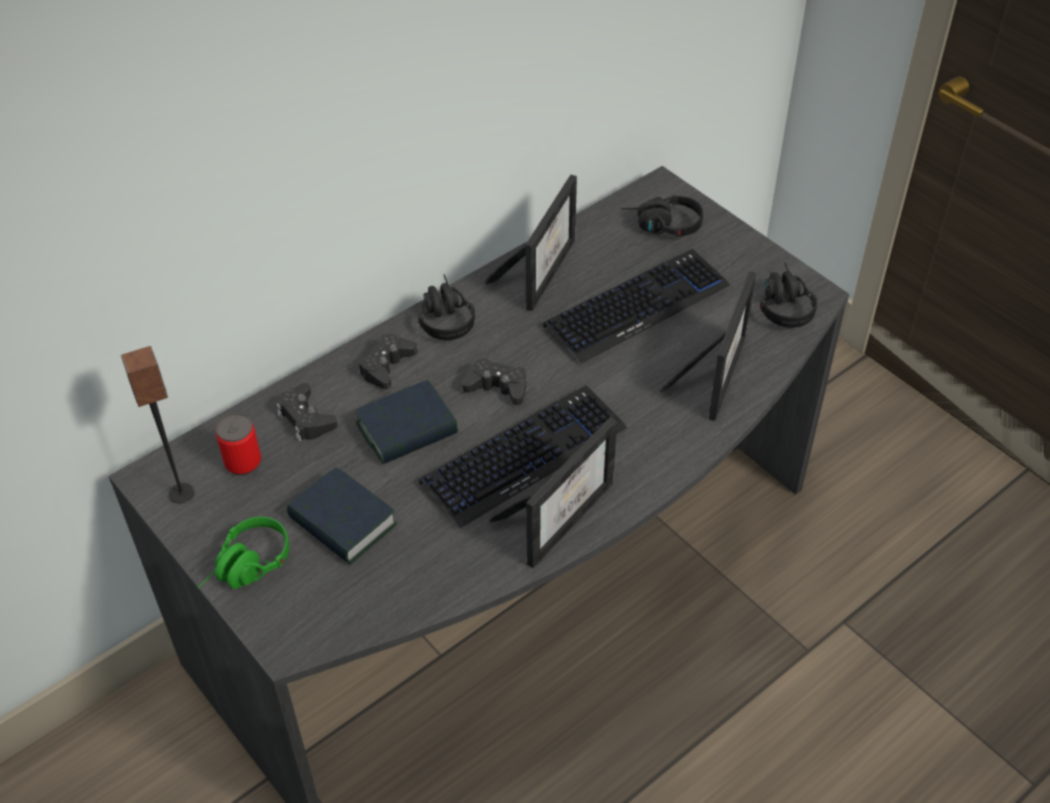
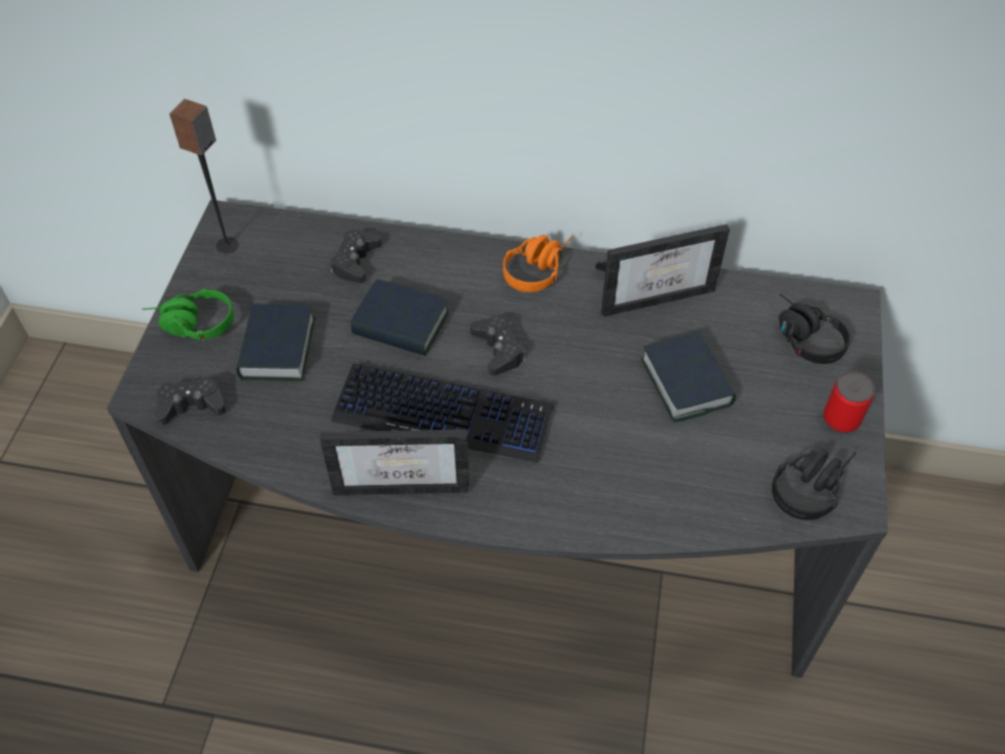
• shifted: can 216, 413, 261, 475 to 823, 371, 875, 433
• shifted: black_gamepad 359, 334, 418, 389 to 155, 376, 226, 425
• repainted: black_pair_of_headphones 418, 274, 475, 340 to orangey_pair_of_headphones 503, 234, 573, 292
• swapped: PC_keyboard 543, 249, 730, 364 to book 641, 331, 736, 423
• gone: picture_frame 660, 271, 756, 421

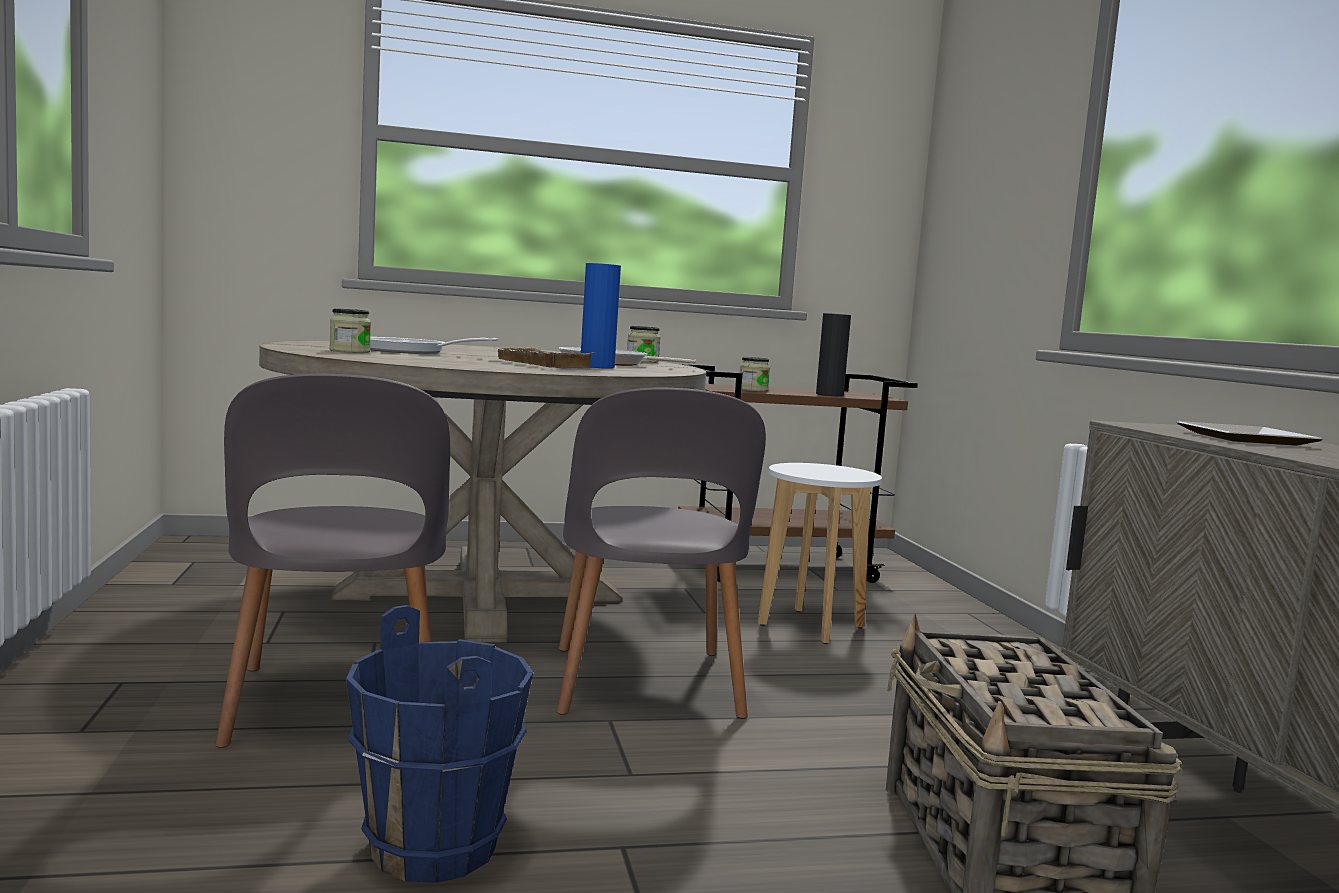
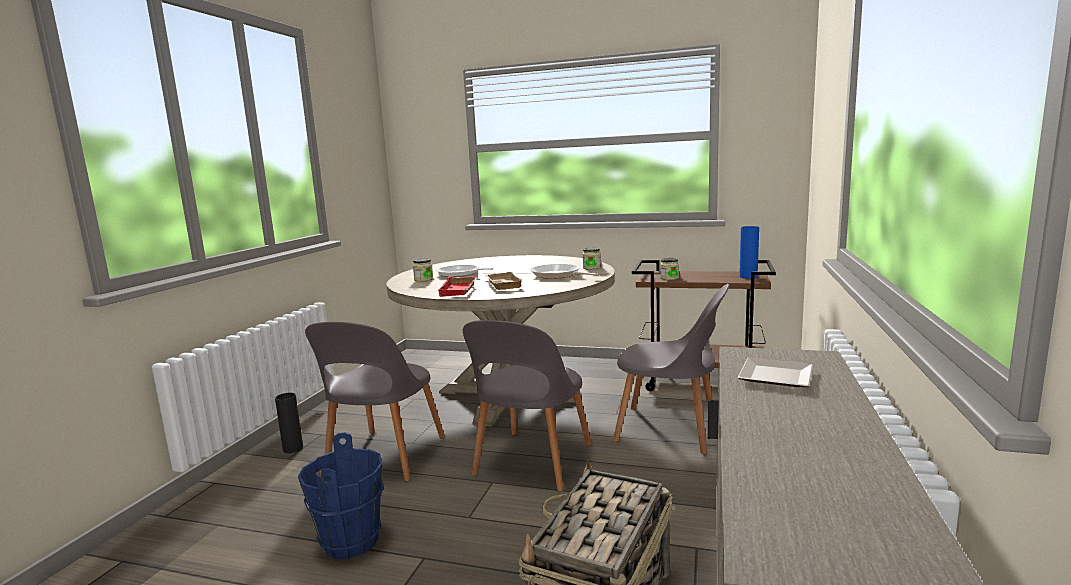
• shifted: blue-coloured_decorative_vase 581, 263, 621, 369 to 739, 226, 759, 279
• swapped: whitish_stool_seat 758, 463, 882, 644 to greyish_chair 613, 284, 730, 454
• shifted: black_decorative_vase 816, 313, 851, 397 to 275, 393, 303, 453
• new: reddish_carrying_tray 438, 276, 477, 297

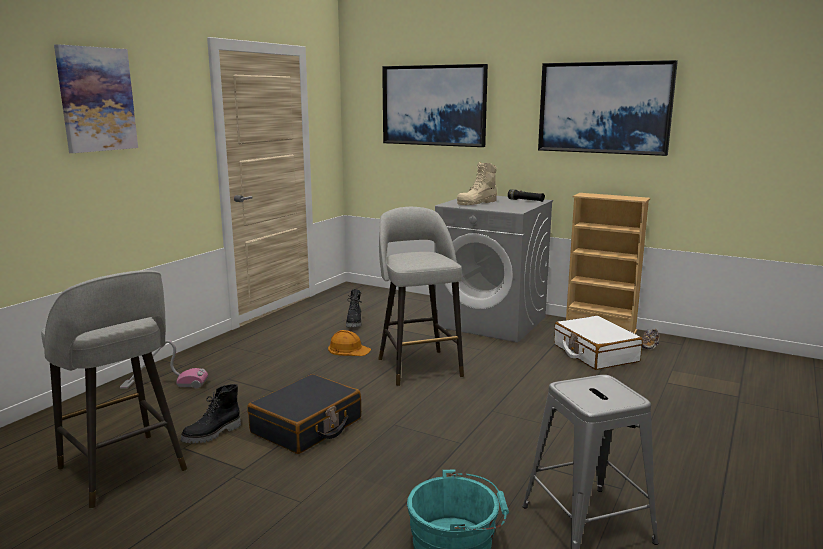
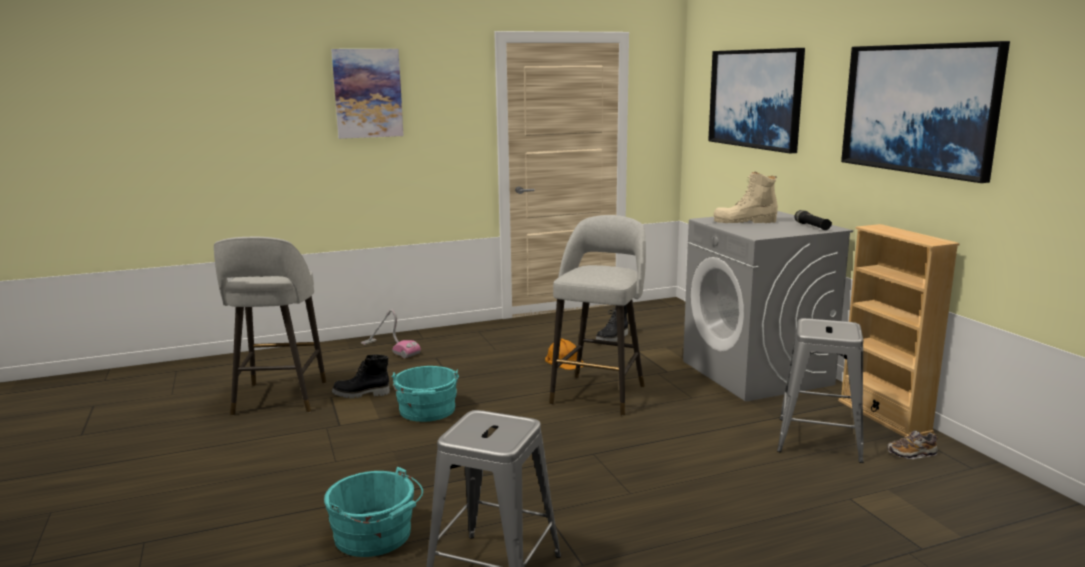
• swapped: black_piece_of_luggage 247, 374, 361, 454 to blue-green_pail 391, 366, 459, 422
• swapped: whitish_piece_of_luggage 554, 316, 643, 370 to greyish_stool_seat 777, 318, 864, 463

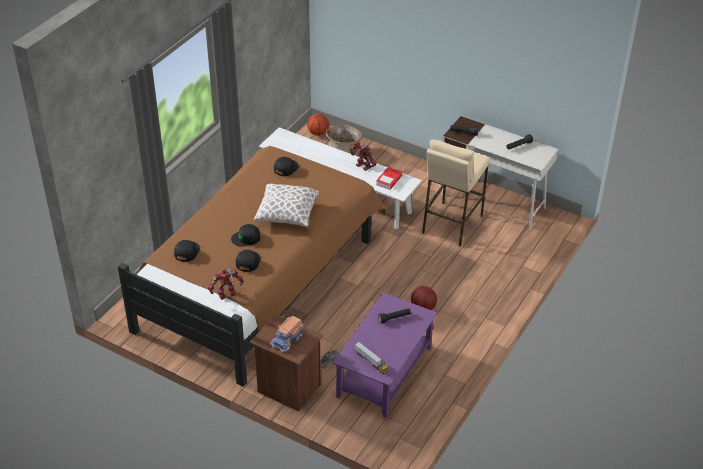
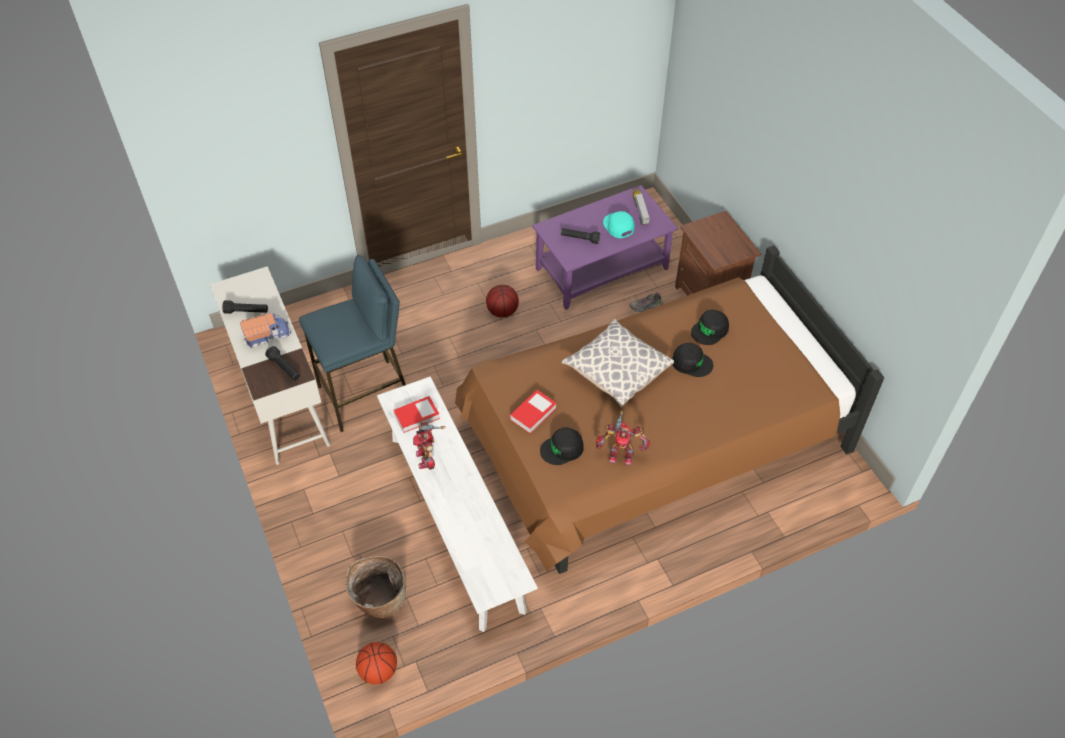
• gone: black_peaked_cap 174, 240, 200, 262
• shifted: robot_figure 208, 267, 243, 300 to 596, 410, 651, 465
• shifted: toy_truck 270, 316, 304, 352 to 240, 313, 291, 348
• repainted: beige_stool_seat 422, 139, 490, 247 to blue-coloured_stool_seat 299, 255, 406, 432
• new: book 510, 390, 557, 434
• new: blue-green_peaked_cap 603, 211, 635, 238

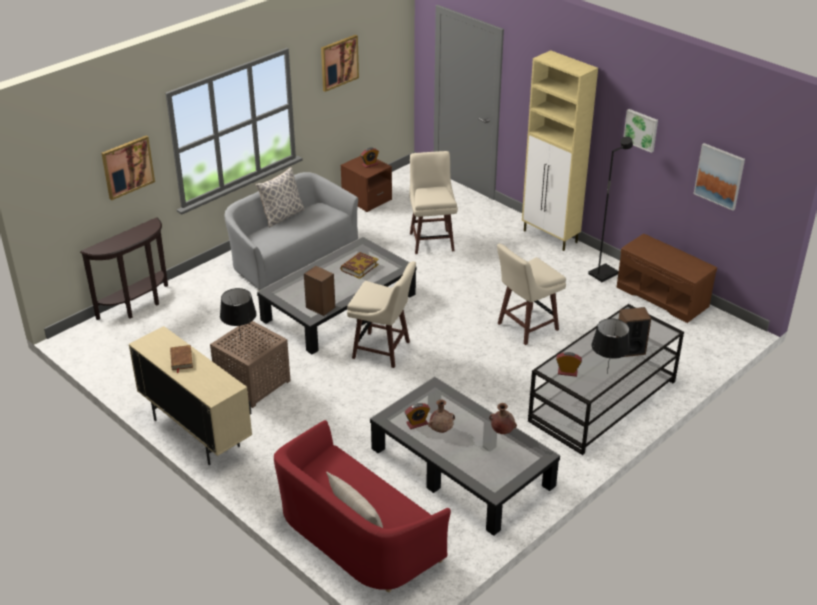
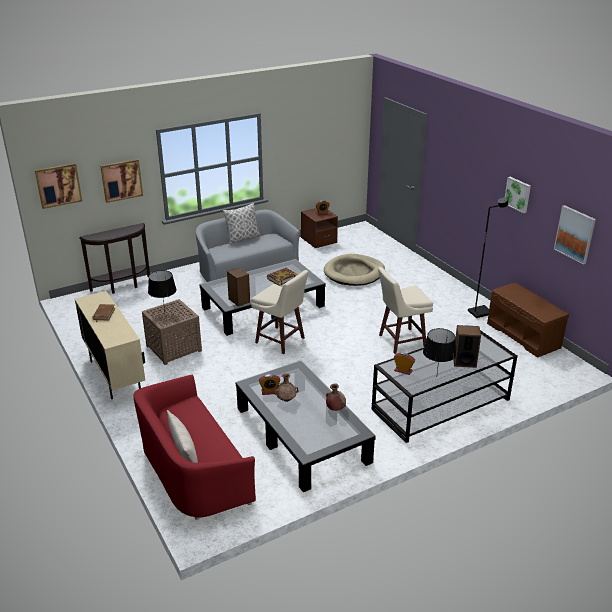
• shifted: picture 321, 35, 359, 92 to 35, 163, 82, 209
• swapped: beige_stool_seat 409, 151, 458, 254 to beige_dog_cushion 324, 254, 385, 286
• gone: beige_storage_cabinet 522, 50, 598, 251

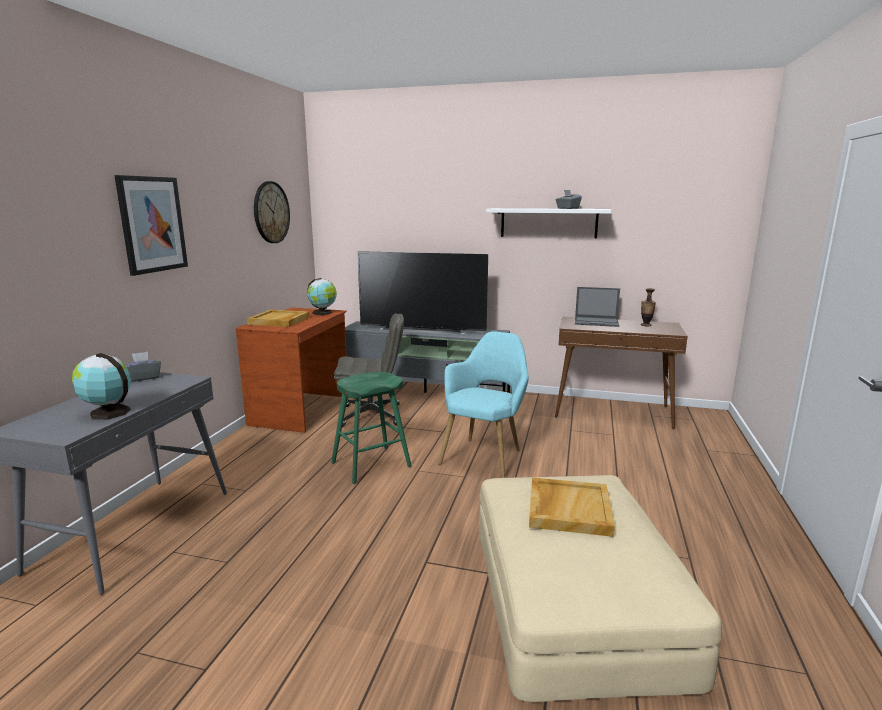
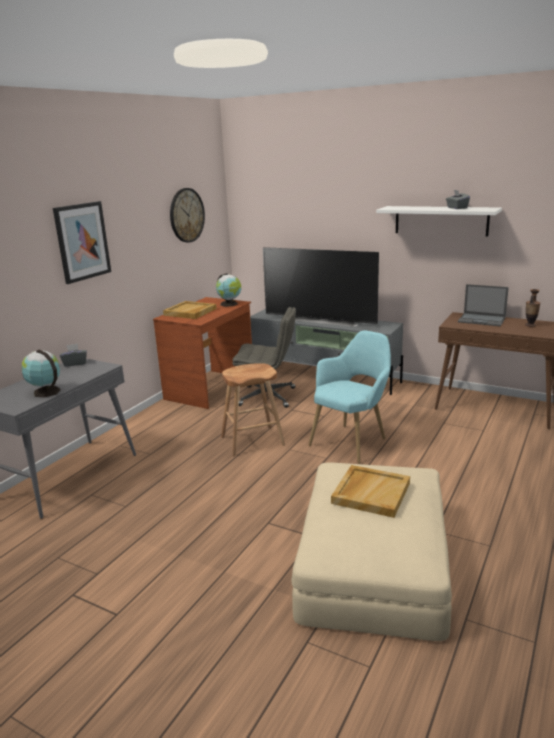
• repainted: green-coloured_stool_seat 331, 372, 412, 484 to brown_stool_seat 221, 363, 285, 456

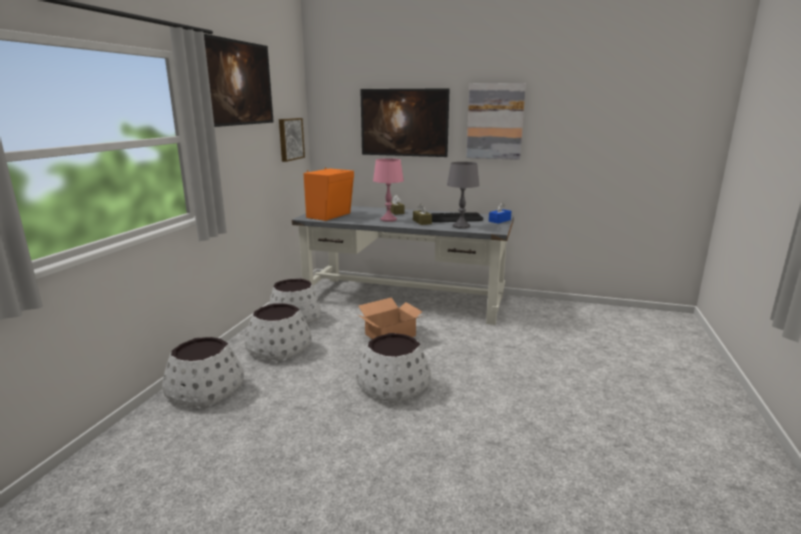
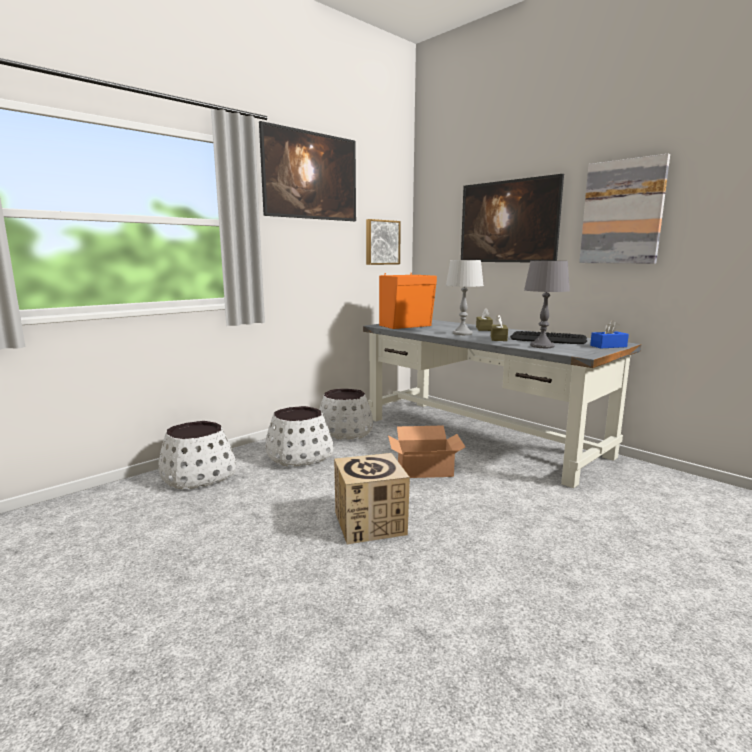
• swapped: whitish_flower_pot 356, 333, 431, 403 to cardboard_box 334, 453, 410, 544
• repainted: pinkish_lamp_for_a_table 373, 158, 404, 222 to greyish_lamp_for_a_table 446, 260, 484, 335

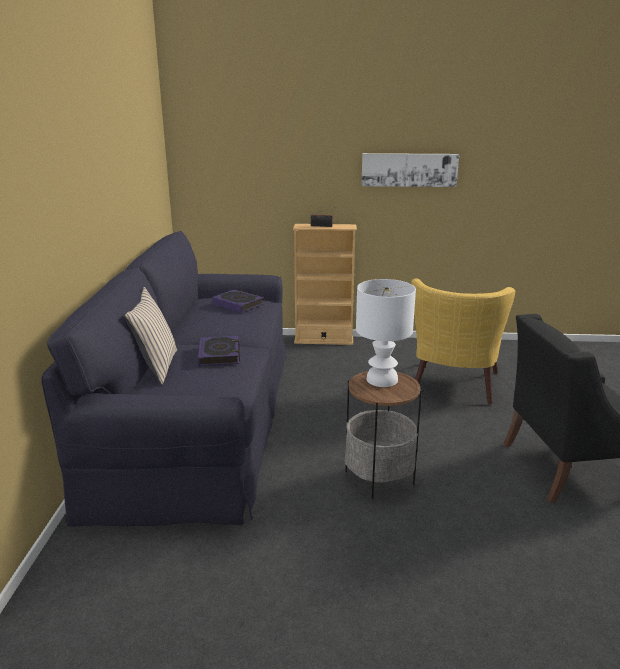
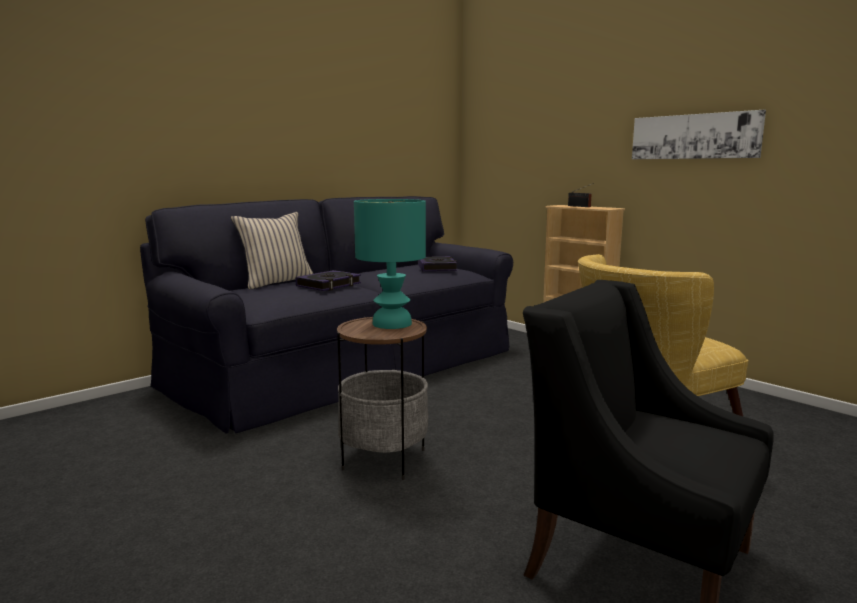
• repainted: whitish_lamp_for_a_table 356, 279, 416, 387 to blue-green_lamp_for_a_table 354, 199, 426, 329

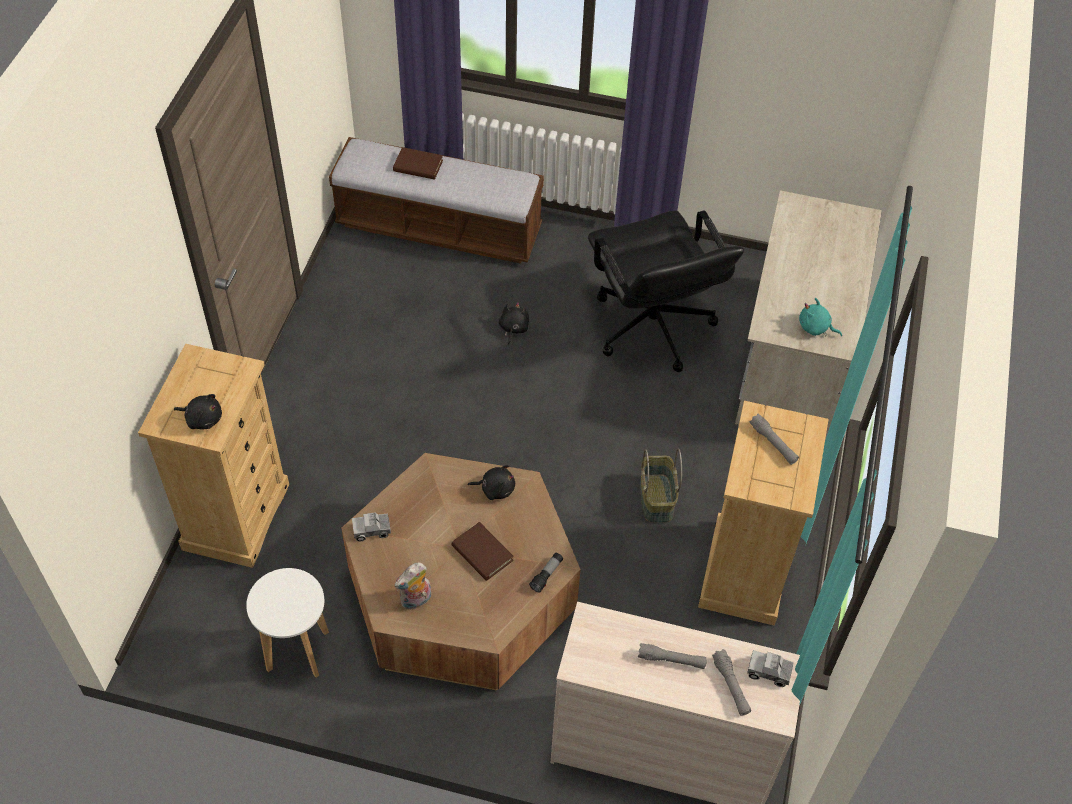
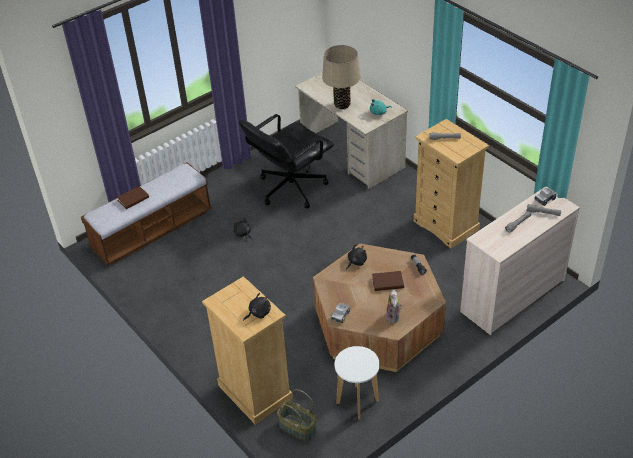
• rotated: black_desk_chair 588, 211, 744, 372 = 239, 114, 334, 209 120 degrees clockwise
• shifted: basket 640, 448, 682, 523 to 277, 389, 317, 442
• new: beige_lamp_for_a_table 322, 45, 361, 109

